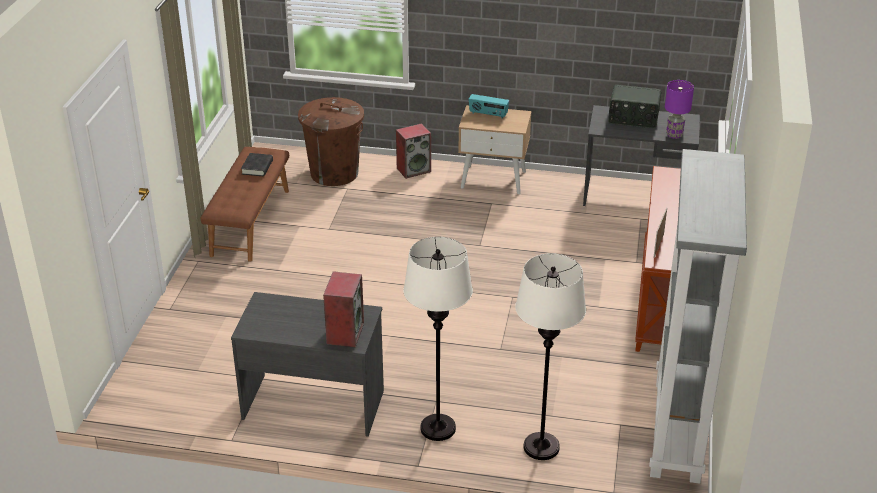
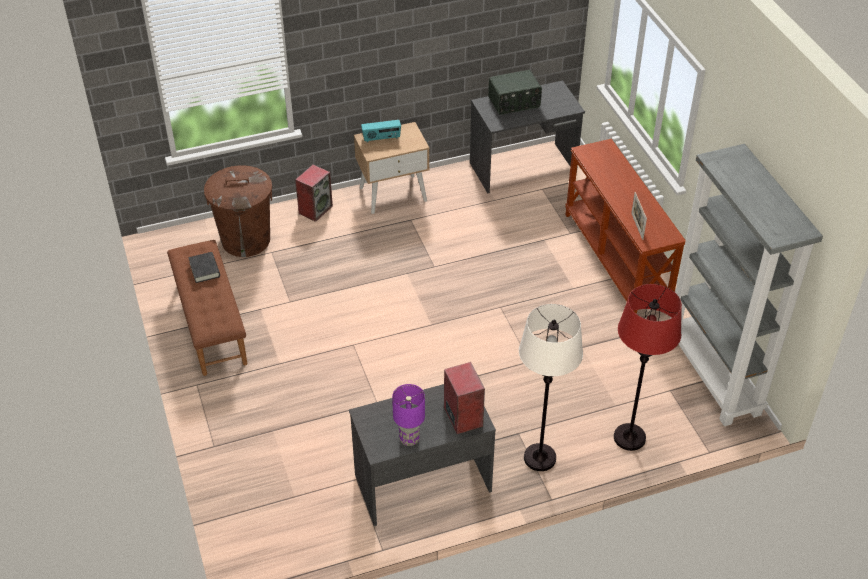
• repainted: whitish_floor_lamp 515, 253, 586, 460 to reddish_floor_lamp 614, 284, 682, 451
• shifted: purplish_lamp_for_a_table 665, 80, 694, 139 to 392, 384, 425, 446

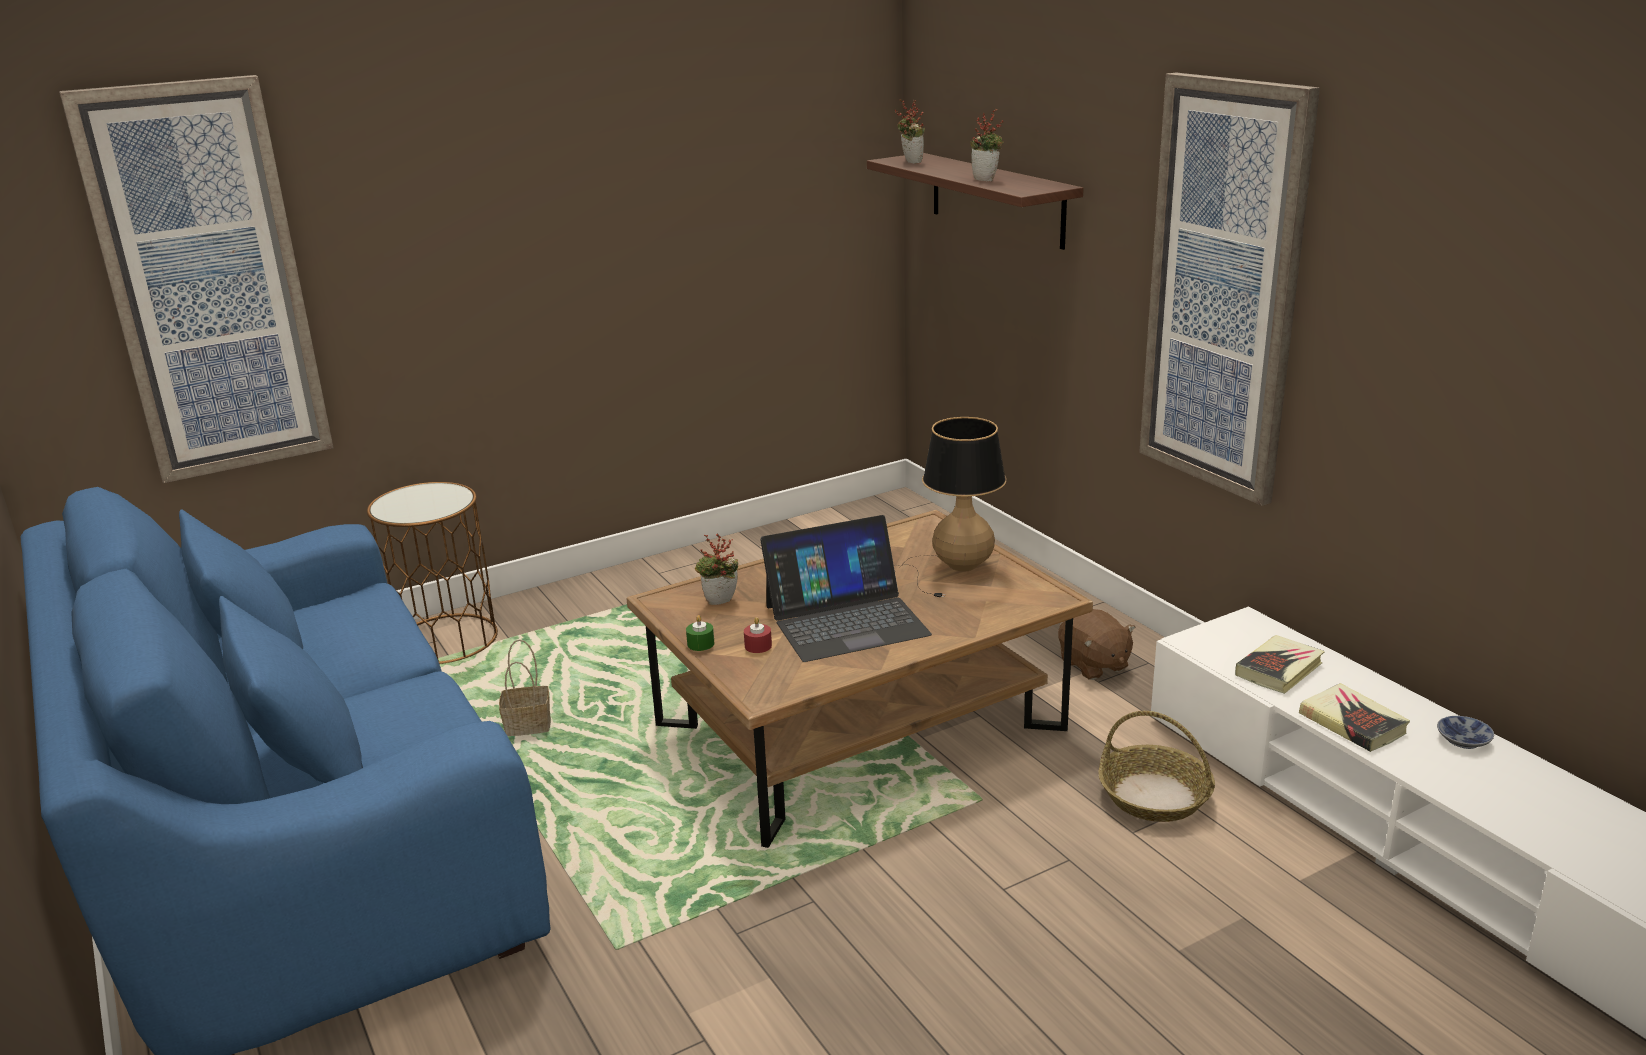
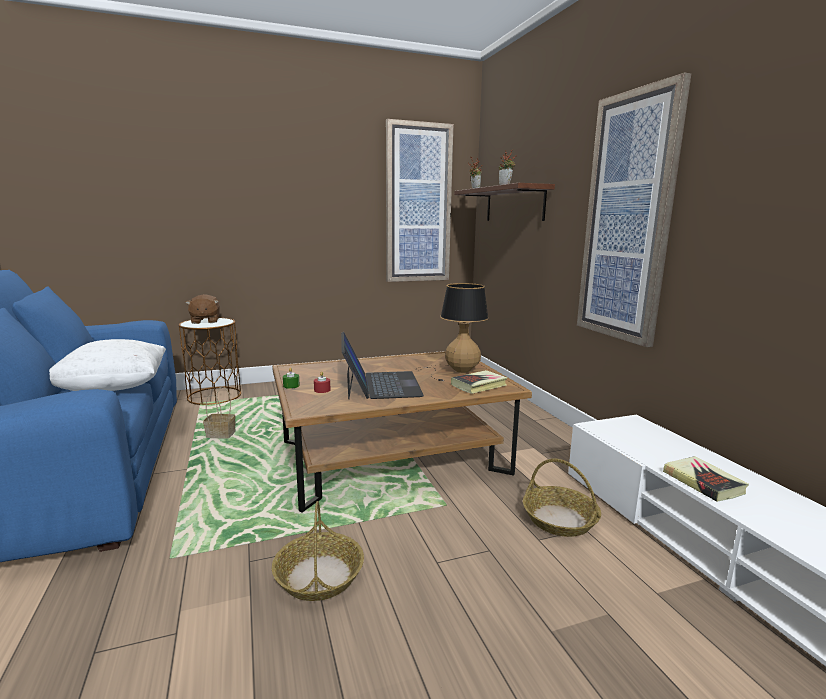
• shifted: picture 59, 75, 334, 483 to 386, 119, 454, 282
• gone: houseplant 695, 534, 738, 605
• rotated: laptop 760, 515, 932, 662 = 341, 332, 424, 400 90 degrees counterclockwise
• shifted: brown_cuddly_toy 1058, 609, 1136, 680 to 185, 294, 220, 324
• shifted: book 1235, 635, 1325, 694 to 451, 370, 508, 394
• gone: bowl 1437, 716, 1494, 749
• new: whitish_pillow 49, 339, 166, 391
• new: basket 272, 501, 364, 601

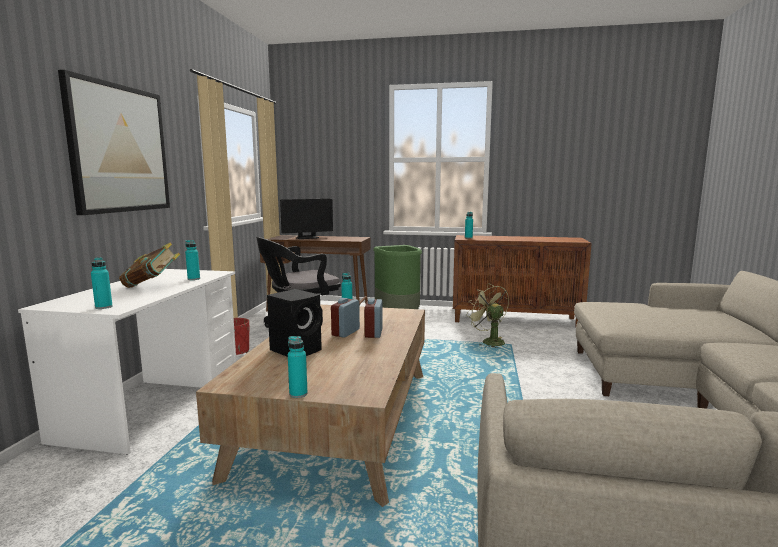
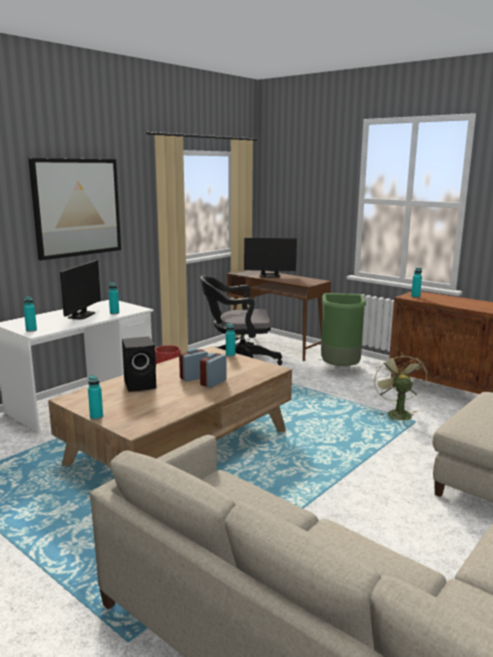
• swapped: book 119, 243, 180, 288 to monitor 60, 260, 101, 319

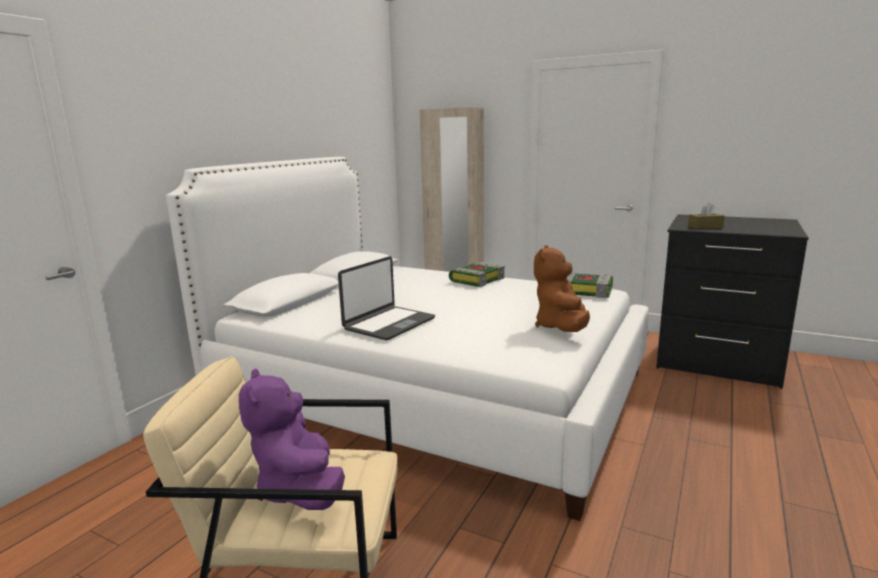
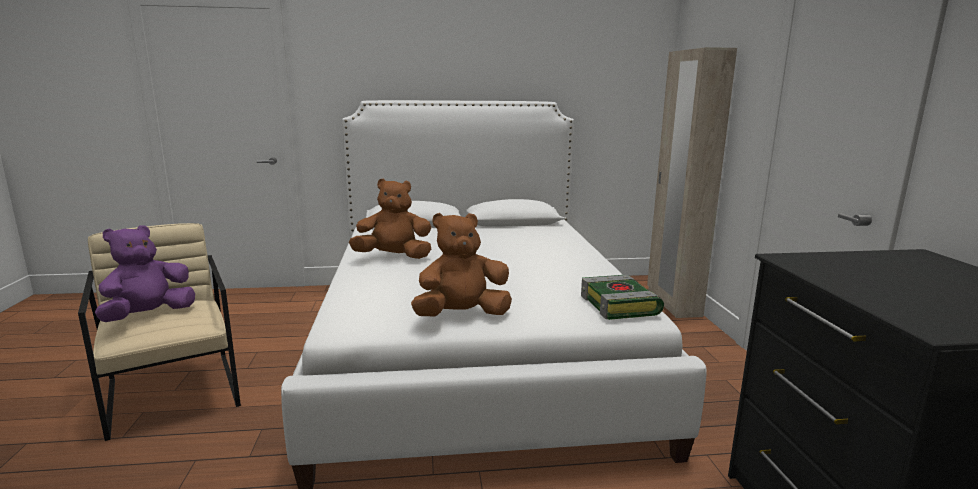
• swapped: laptop 338, 256, 435, 340 to brown_cuddly_toy 349, 179, 431, 259
• gone: book 449, 262, 505, 287
• gone: brown_tissue_holder 688, 203, 725, 229

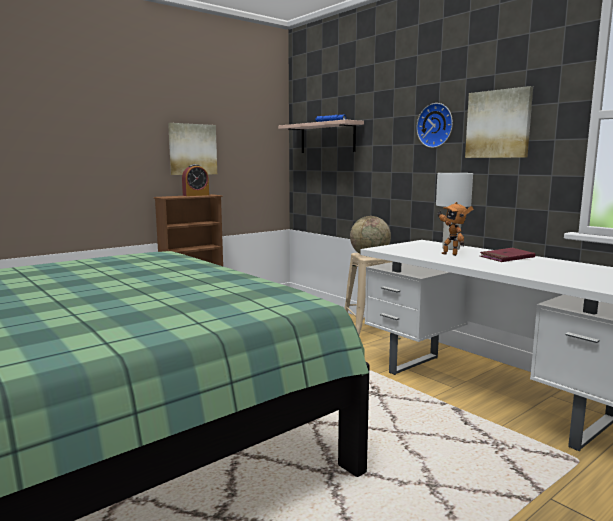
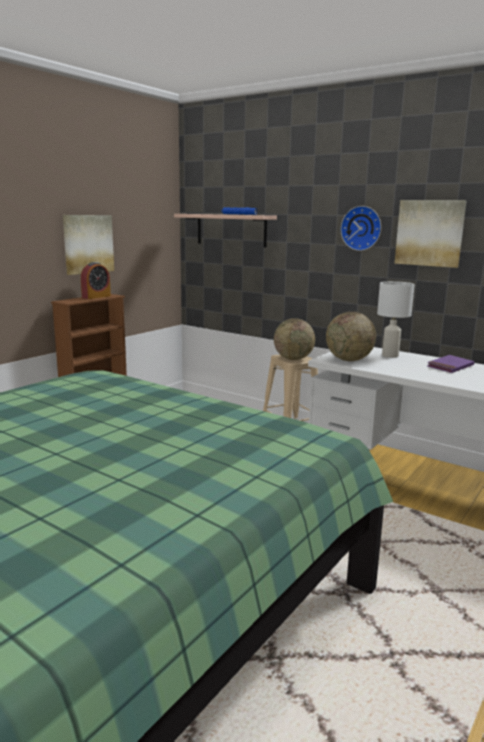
• gone: robot_figure 437, 202, 474, 256
• repainted: reddish_book 480, 248, 535, 262 to purplish_book 427, 355, 475, 373
• new: globe 326, 312, 376, 361

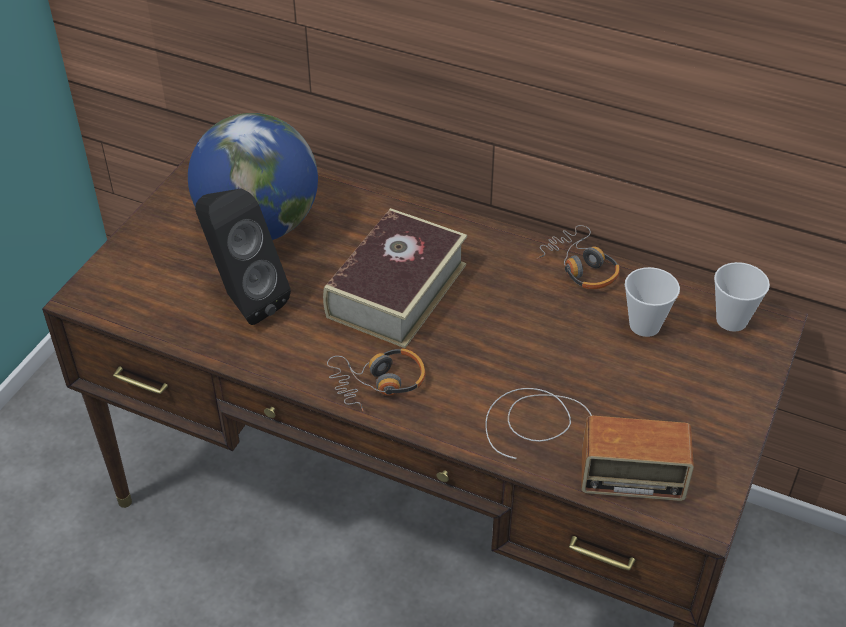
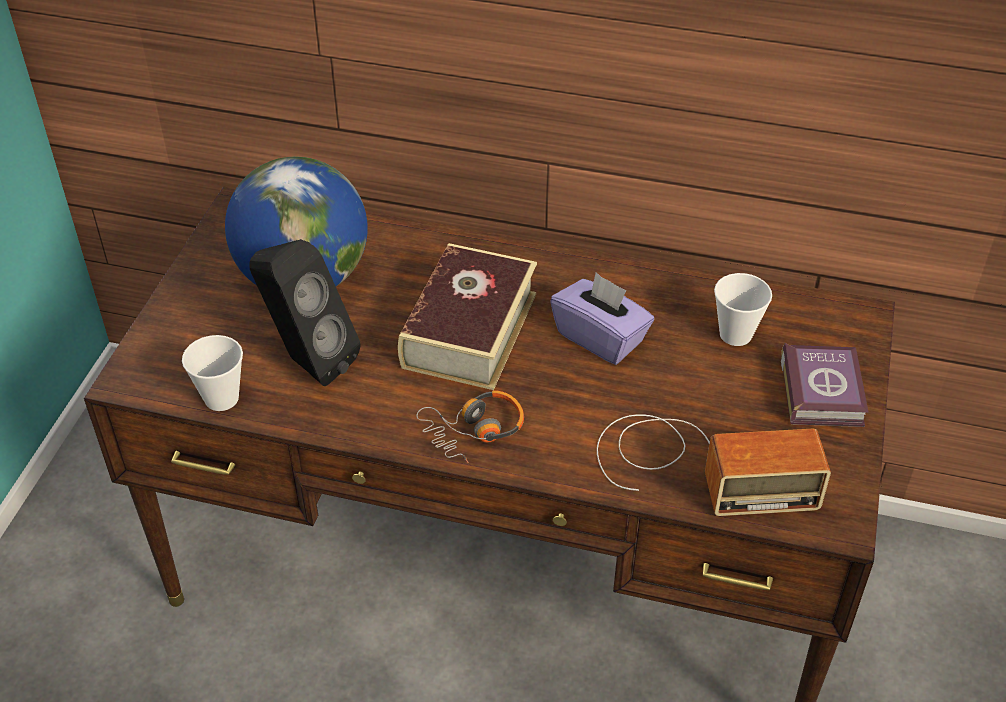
• gone: pair_of_headphones 537, 225, 620, 289
• shifted: small_cup 714, 262, 770, 332 to 182, 335, 243, 411
• new: purplish_tissue_holder 550, 272, 654, 365
• new: book 781, 343, 869, 427

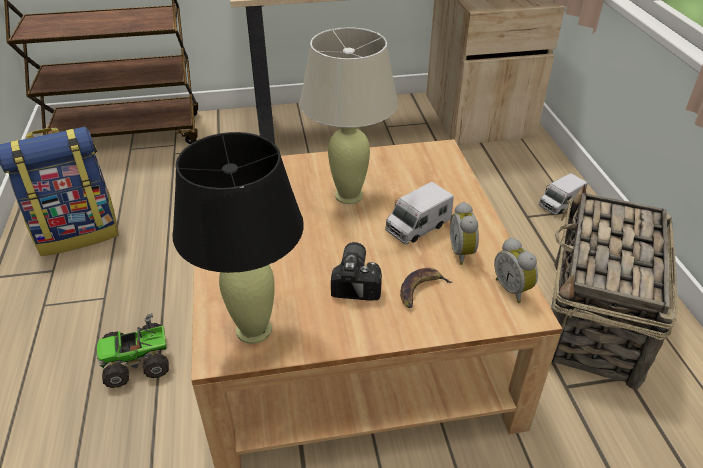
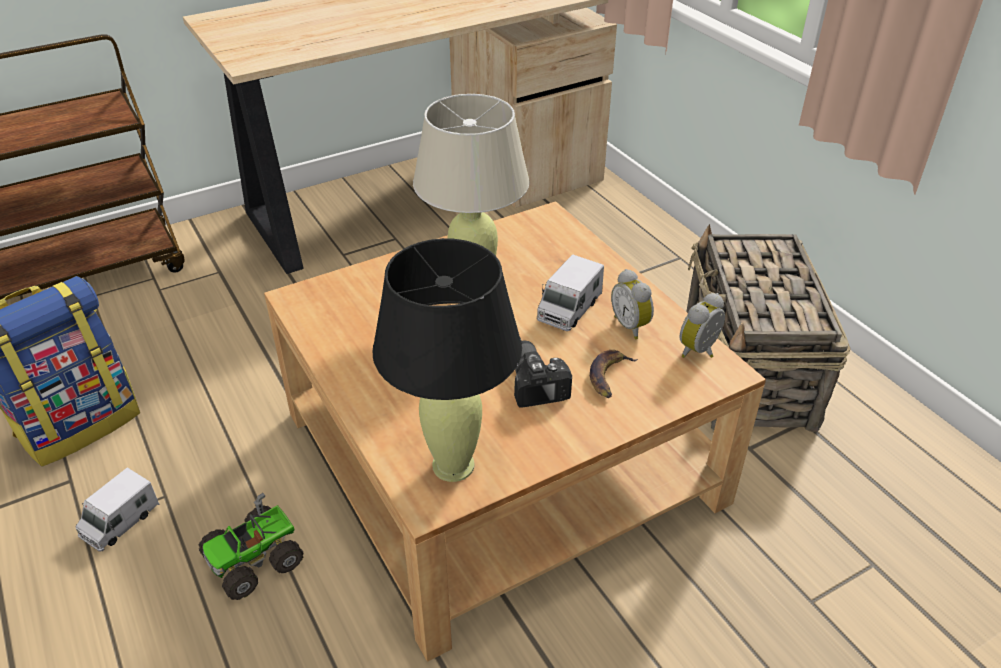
• rotated: bedside_clock 494, 237, 538, 303 = 680, 293, 725, 358 90 degrees clockwise
• shifted: toy_truck 539, 173, 588, 215 to 75, 468, 159, 552

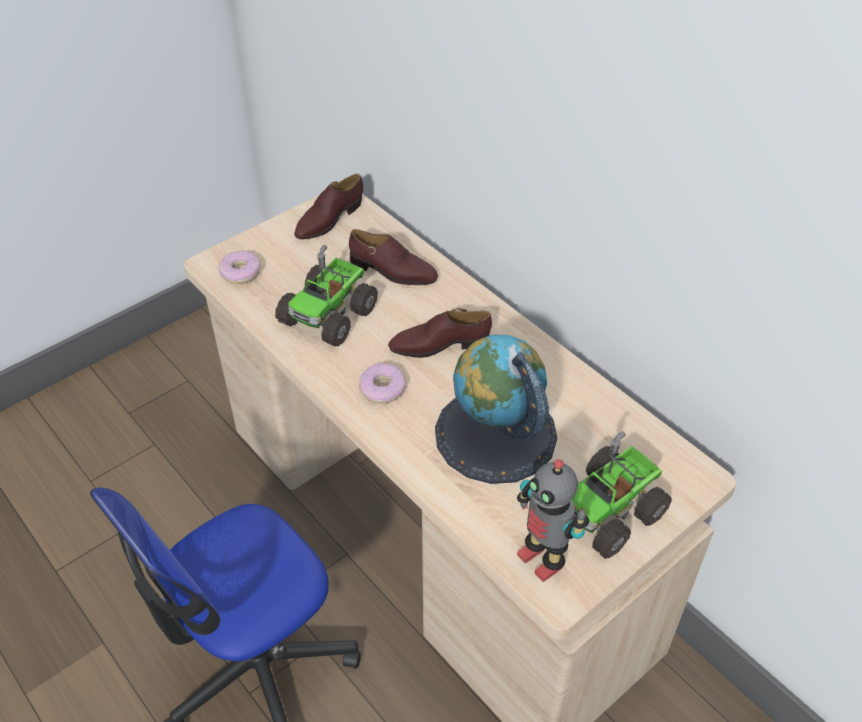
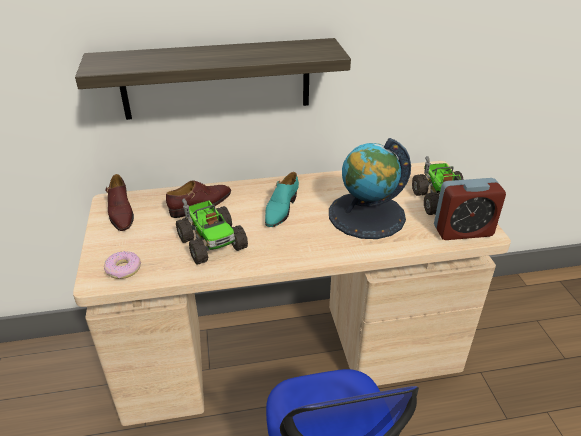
• gone: doughnut 359, 363, 406, 403
• repainted: brown_shoe 388, 308, 492, 358 to blue-green_shoe 265, 172, 299, 227
• swapped: robot_figure 517, 459, 589, 582 to bedside_clock 434, 178, 506, 240
• new: wall_shelf 75, 38, 351, 120

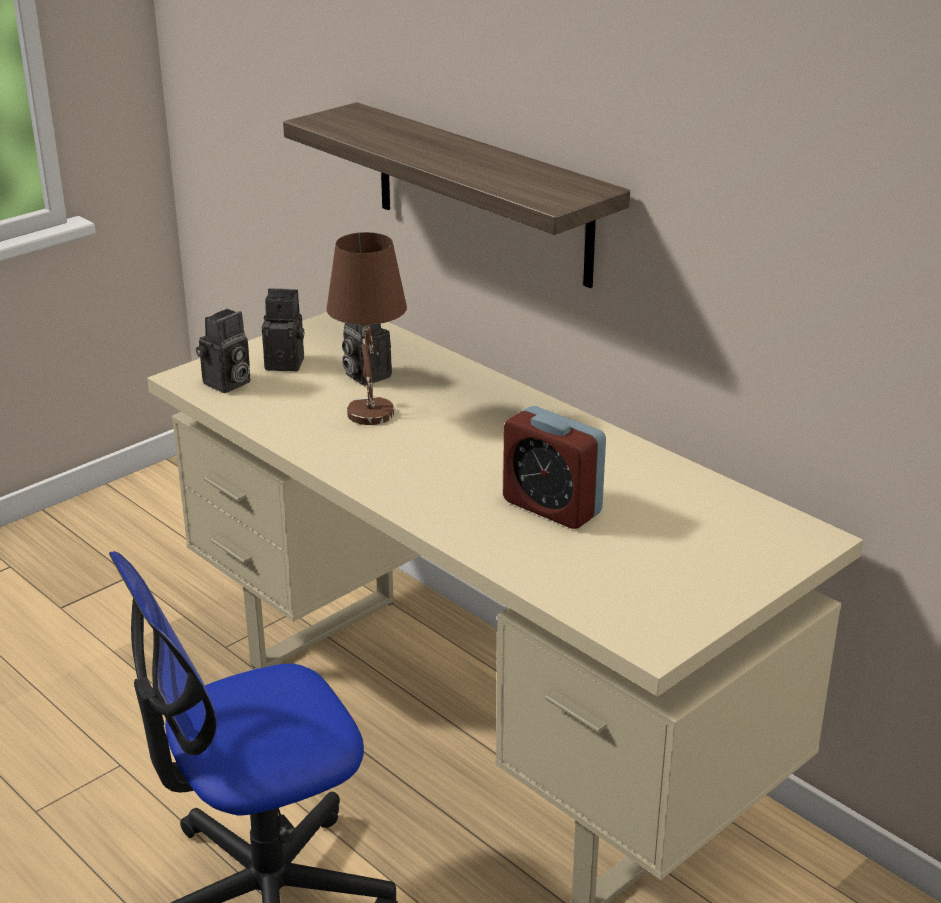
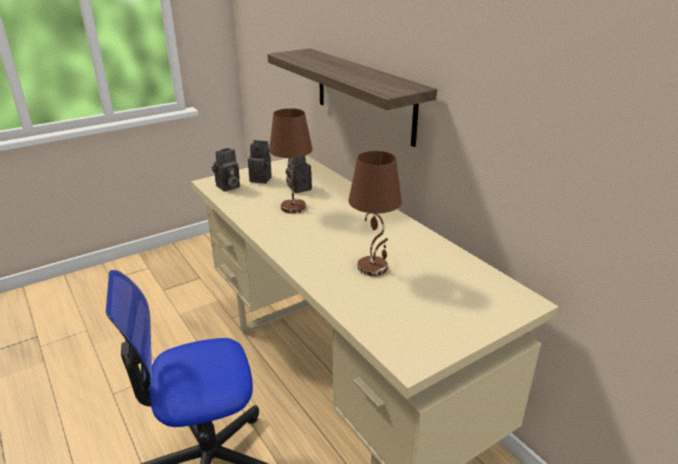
• swapped: bedside_clock 503, 406, 606, 529 to brown_lamp_for_a_table 348, 151, 402, 276

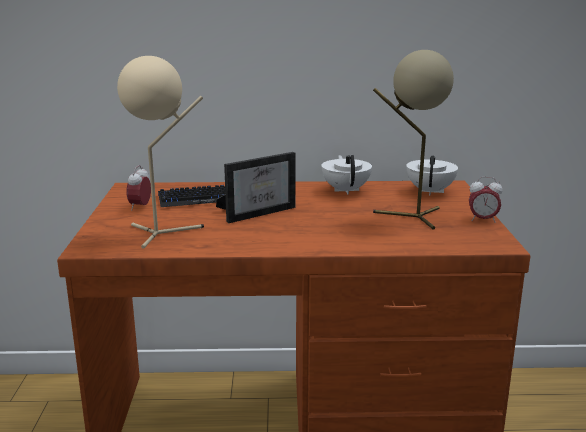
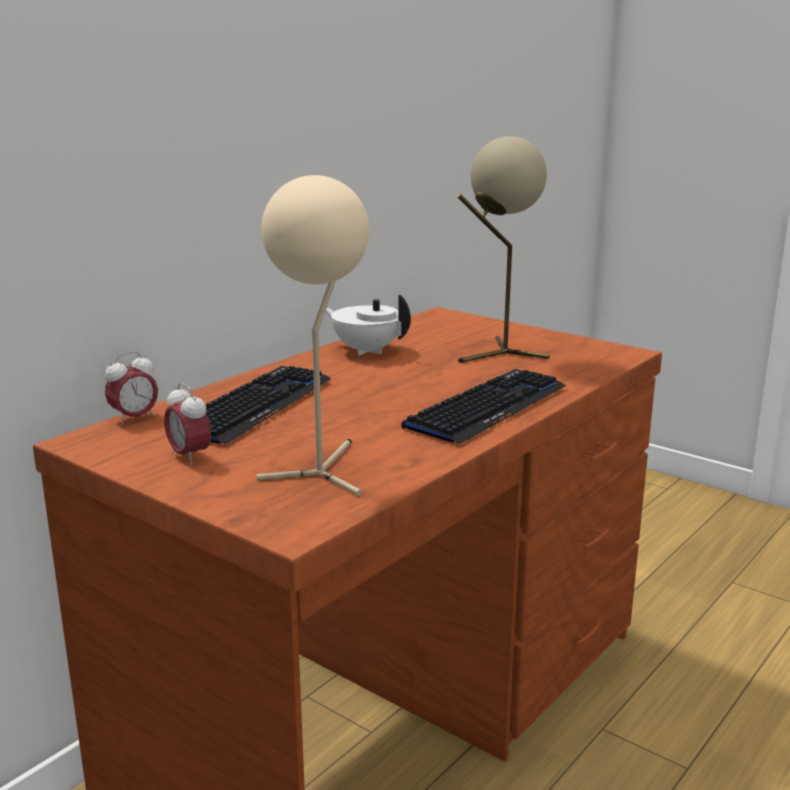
• gone: picture_frame 216, 152, 296, 223
• gone: whitish_teapot 406, 155, 458, 195
• shifted: bedside_clock 469, 177, 503, 222 to 105, 351, 158, 425
• new: PC_keyboard 401, 369, 566, 444

